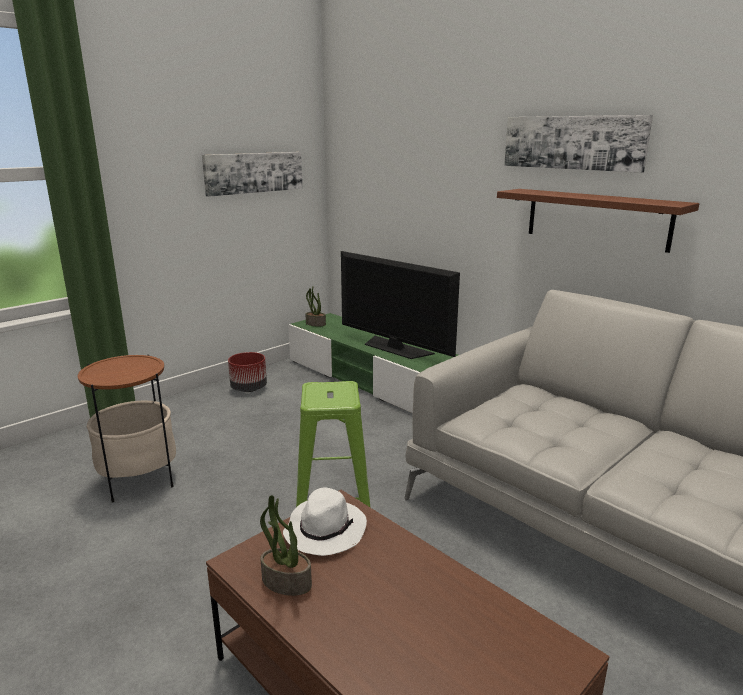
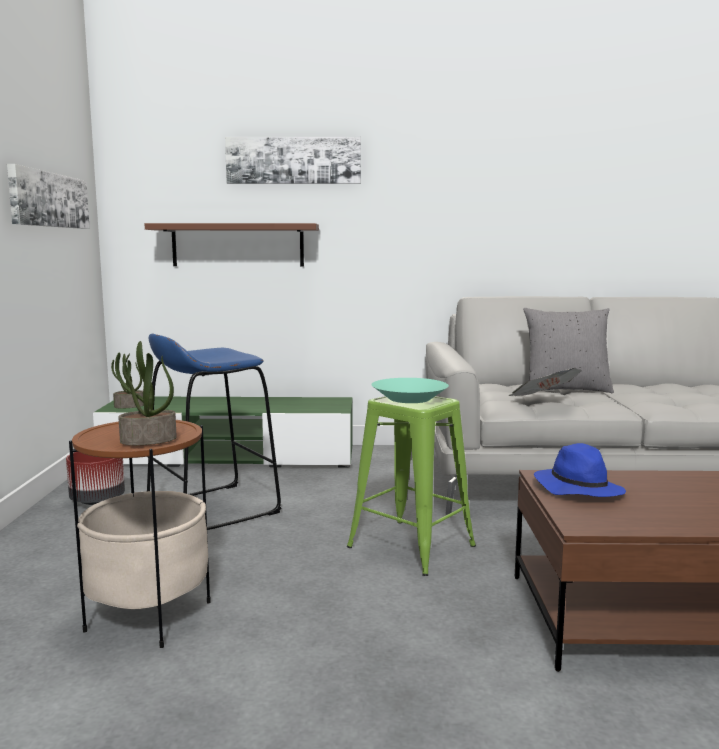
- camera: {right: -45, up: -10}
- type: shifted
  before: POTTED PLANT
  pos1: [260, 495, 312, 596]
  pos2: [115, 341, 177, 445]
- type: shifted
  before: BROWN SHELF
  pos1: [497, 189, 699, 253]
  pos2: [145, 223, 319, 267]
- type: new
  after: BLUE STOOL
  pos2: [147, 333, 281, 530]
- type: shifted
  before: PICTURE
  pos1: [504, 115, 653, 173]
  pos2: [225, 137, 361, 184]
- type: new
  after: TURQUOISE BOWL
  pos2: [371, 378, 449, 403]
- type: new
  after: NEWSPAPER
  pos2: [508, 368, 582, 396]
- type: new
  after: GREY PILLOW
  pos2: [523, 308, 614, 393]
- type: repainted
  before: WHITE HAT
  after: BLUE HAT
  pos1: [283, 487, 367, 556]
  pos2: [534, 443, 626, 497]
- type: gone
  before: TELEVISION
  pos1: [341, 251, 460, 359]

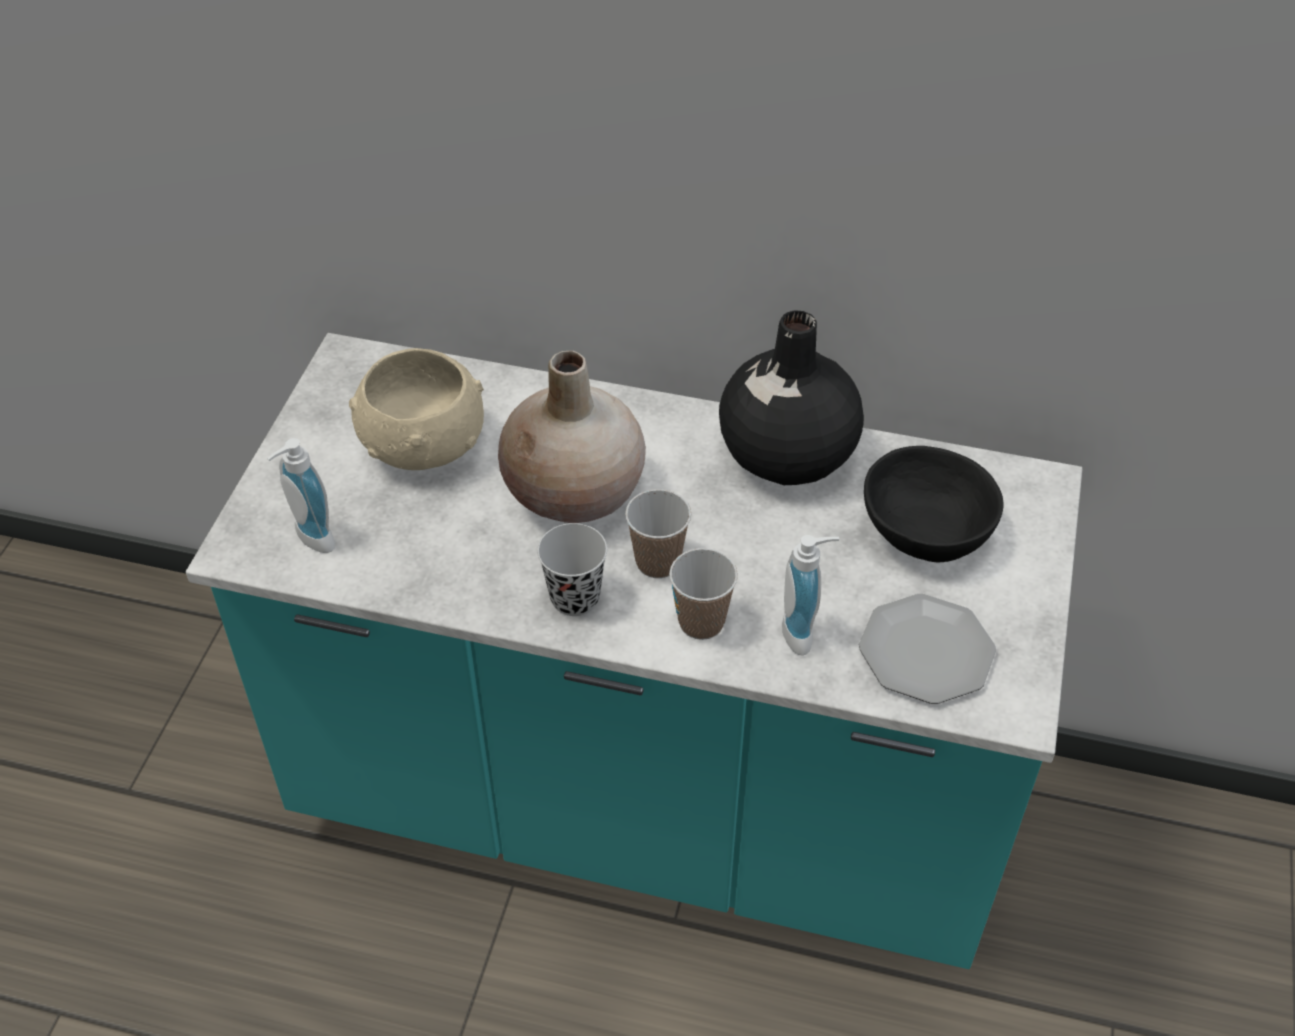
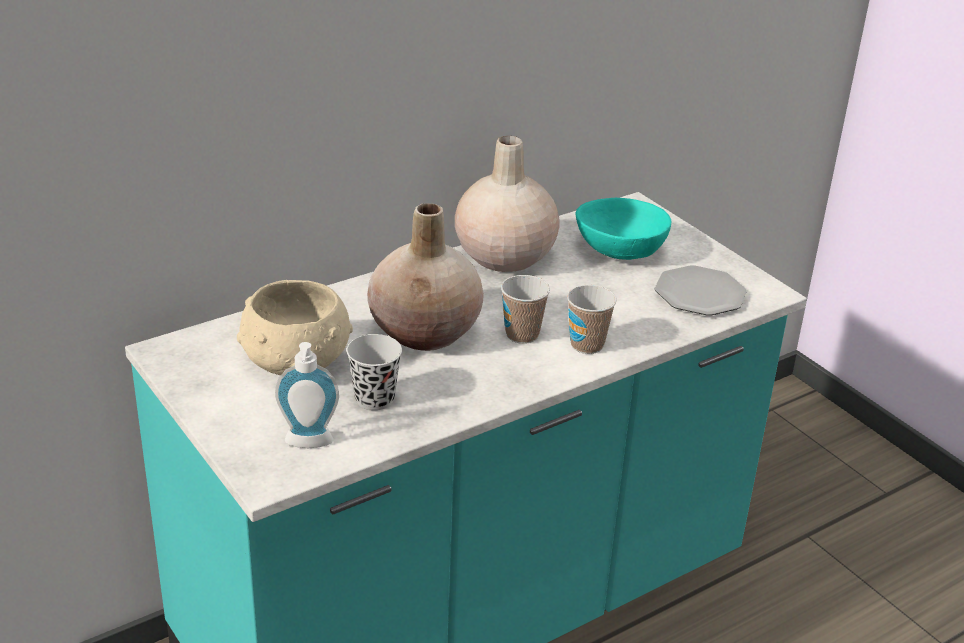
- camera: {right: -50, up: -15}
- type: shifted
  before: BLACK CUP
  pos1: [537, 523, 607, 616]
  pos2: [347, 334, 402, 410]
- type: repainted
  before: BLACK VASE
  after: BEIGE VASE
  pos1: [719, 310, 864, 485]
  pos2: [455, 136, 559, 272]
- type: repainted
  before: BLACK BOWL
  after: TURQUOISE BOWL
  pos1: [864, 446, 1004, 562]
  pos2: [576, 198, 671, 260]
- type: gone
  before: SOAP DISPENSER
  pos1: [782, 535, 839, 656]

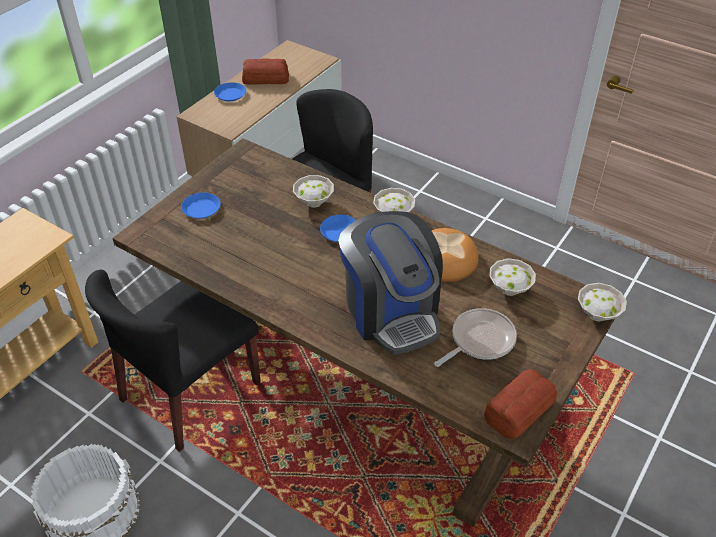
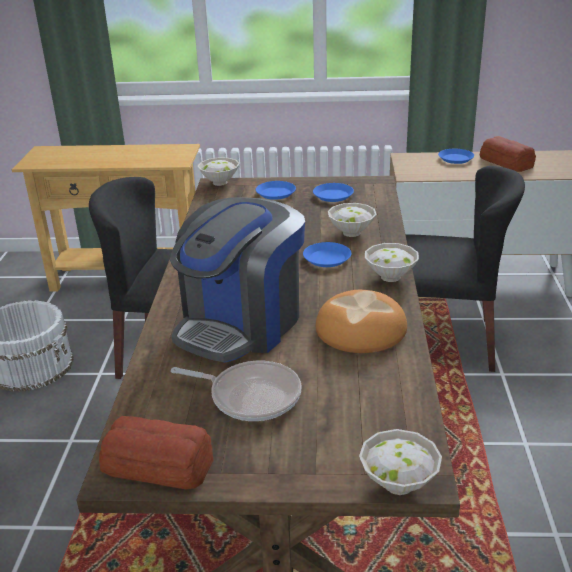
- camera: {right: 60, up: -15}
- type: shifted
  before: WHITE BOWL
  pos1: [489, 258, 536, 296]
  pos2: [198, 157, 240, 186]
- type: new
  after: BLUE PLATE
  pos2: [313, 183, 354, 202]

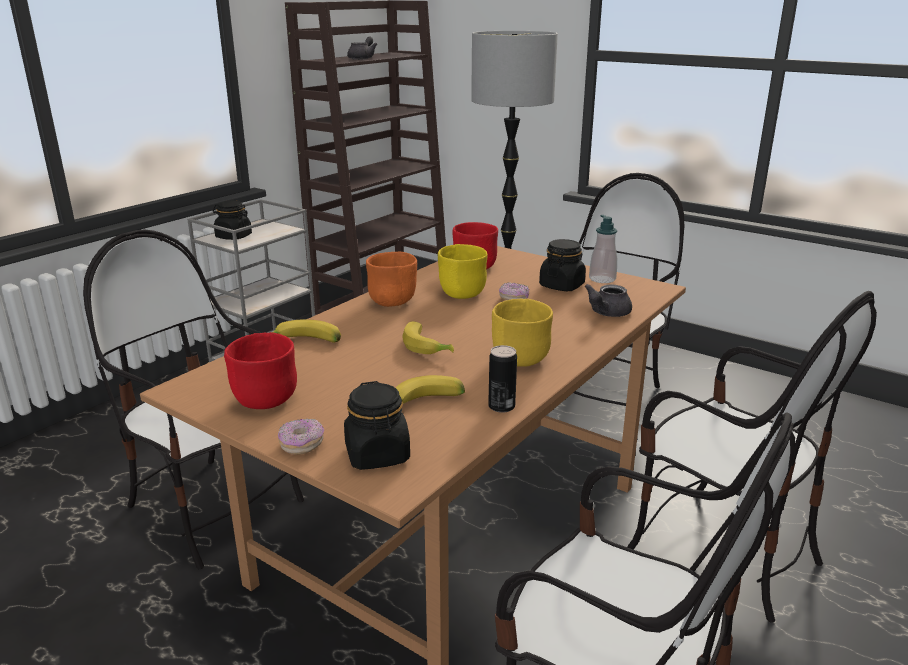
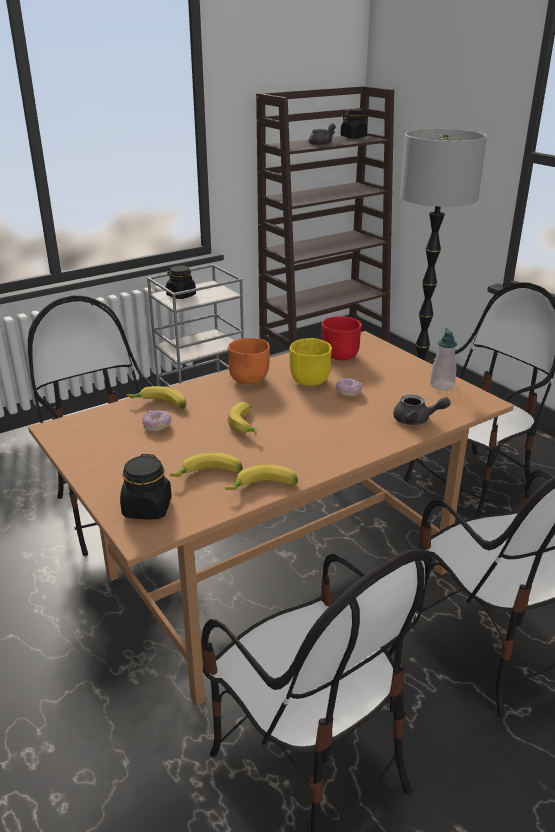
- camera: {right: 20, up: 5}
- type: shifted
  before: DONUT
  pos1: [278, 419, 324, 455]
  pos2: [142, 410, 171, 432]
- type: swapped
  before: CAN
  after: BANANA
  pos1: [488, 345, 517, 413]
  pos2: [225, 464, 298, 490]
- type: shifted
  before: BLACK JAR
  pos1: [539, 239, 586, 291]
  pos2: [340, 109, 368, 138]
- type: rotated
  before: GREY TEAPOT
  pos1: [584, 284, 632, 317]
  pos2: [393, 395, 451, 425]
  turn: -135
- type: gone
  before: RED BOWL
  pos1: [224, 332, 297, 409]
- type: gone
  before: YELLOW BOWL
  pos1: [492, 299, 553, 367]

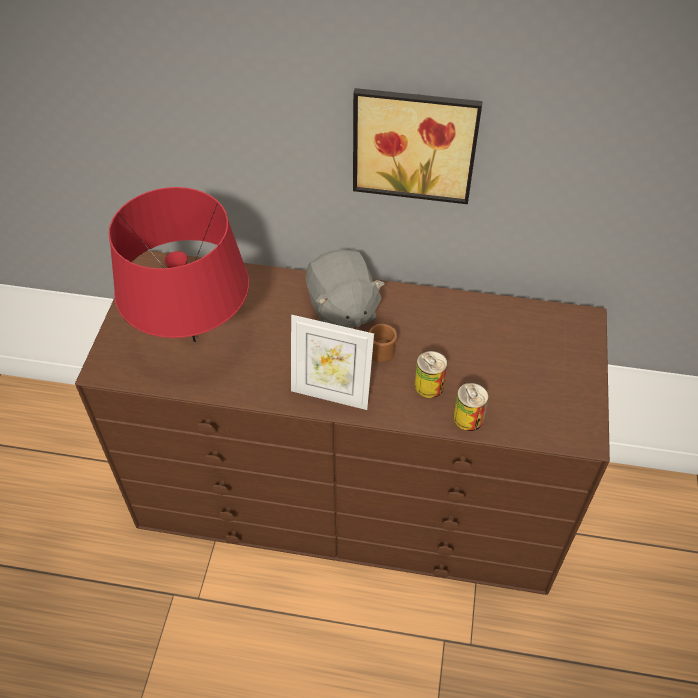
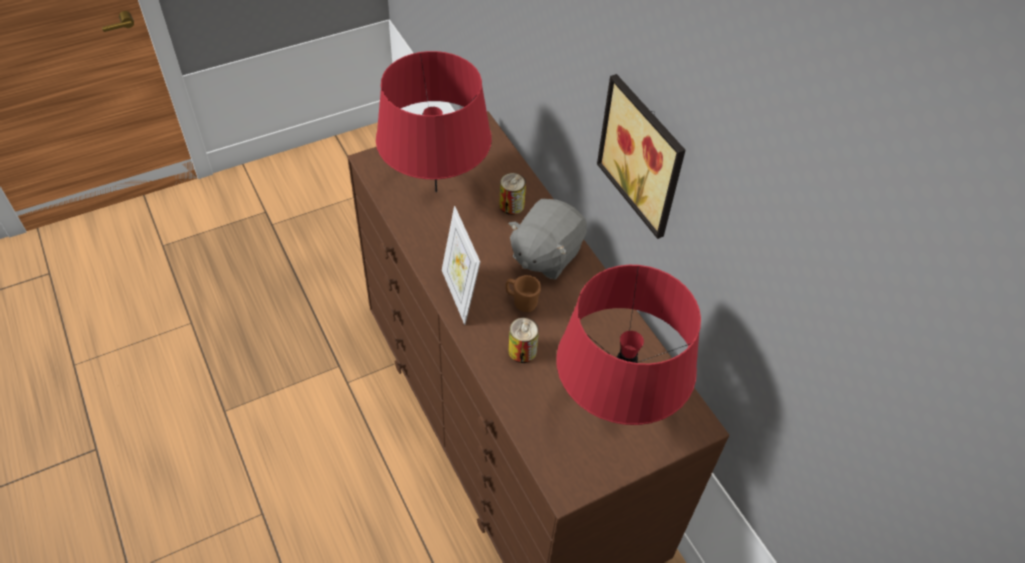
- camera: {right: 50, up: 0}
- type: shifted
  before: CAN
  pos1: [453, 382, 489, 431]
  pos2: [499, 173, 526, 215]
- type: new
  after: RED TABLE LAMP
  pos2: [556, 265, 701, 425]

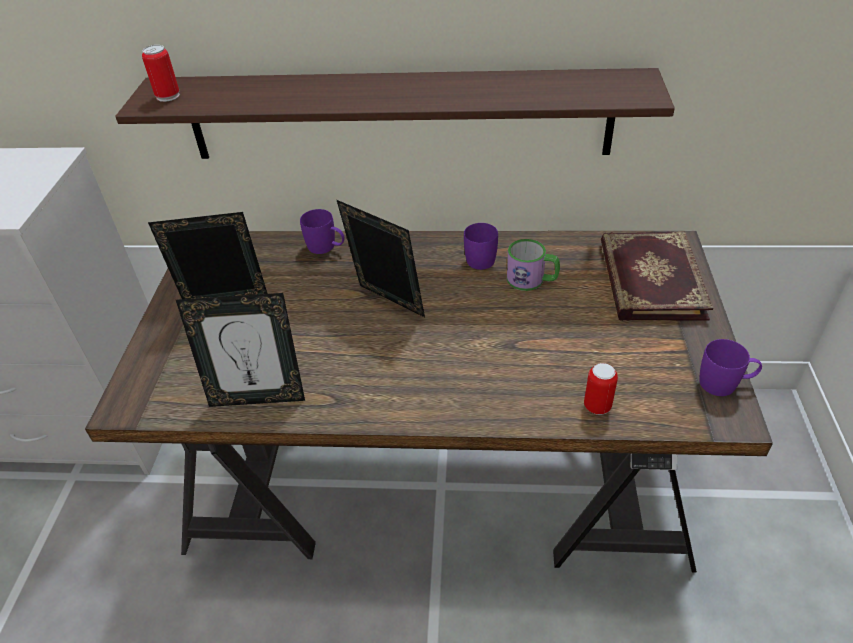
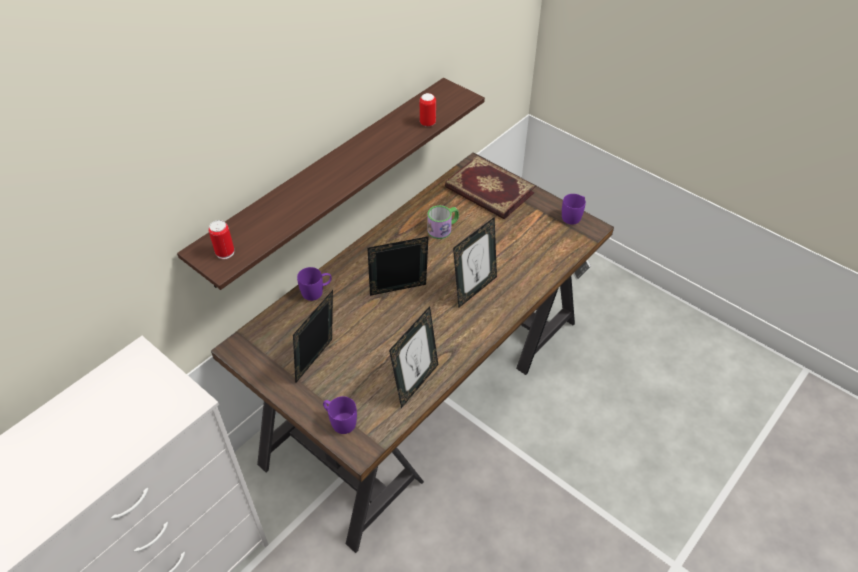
- camera: {right: -55, up: 5}
- type: shifted
  before: PURPLE MUG
  pos1: [464, 223, 498, 270]
  pos2: [323, 396, 357, 434]
- type: shifted
  before: CAN
  pos1: [584, 363, 618, 415]
  pos2: [420, 93, 436, 127]
- type: new
  after: PICTURE FRAME
  pos2: [453, 217, 497, 308]

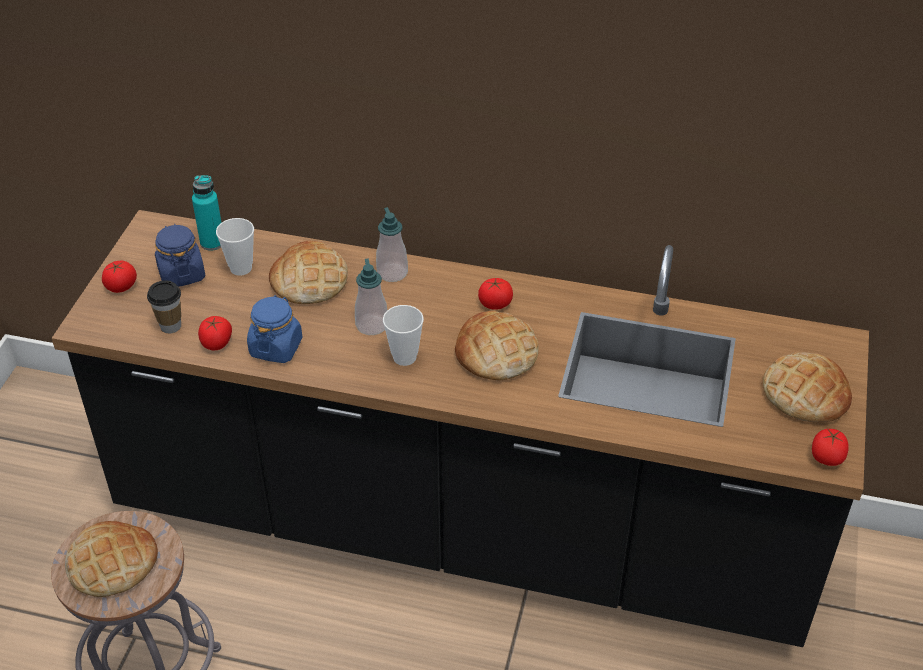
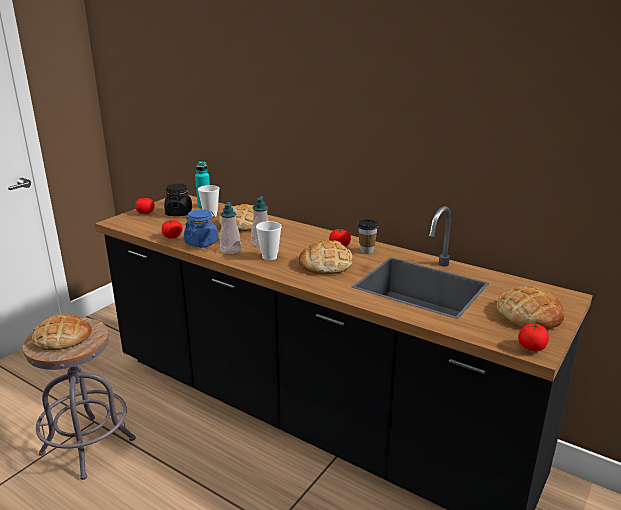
- camera: {right: 20, up: -20}
- type: repainted
  before: BLUE JAR
  after: BLACK JAR
  pos1: [155, 224, 205, 287]
  pos2: [164, 183, 192, 216]
- type: shifted
  before: SOAP DISPENSER
  pos1: [376, 207, 408, 282]
  pos2: [220, 202, 241, 254]
- type: shifted
  before: CUP
  pos1: [147, 280, 181, 333]
  pos2: [358, 219, 379, 254]

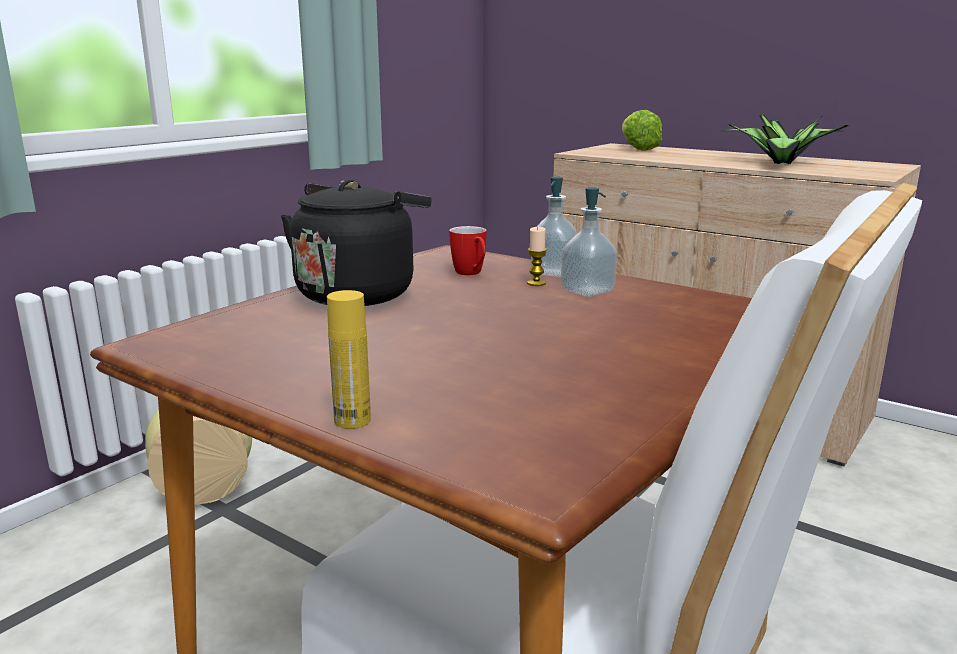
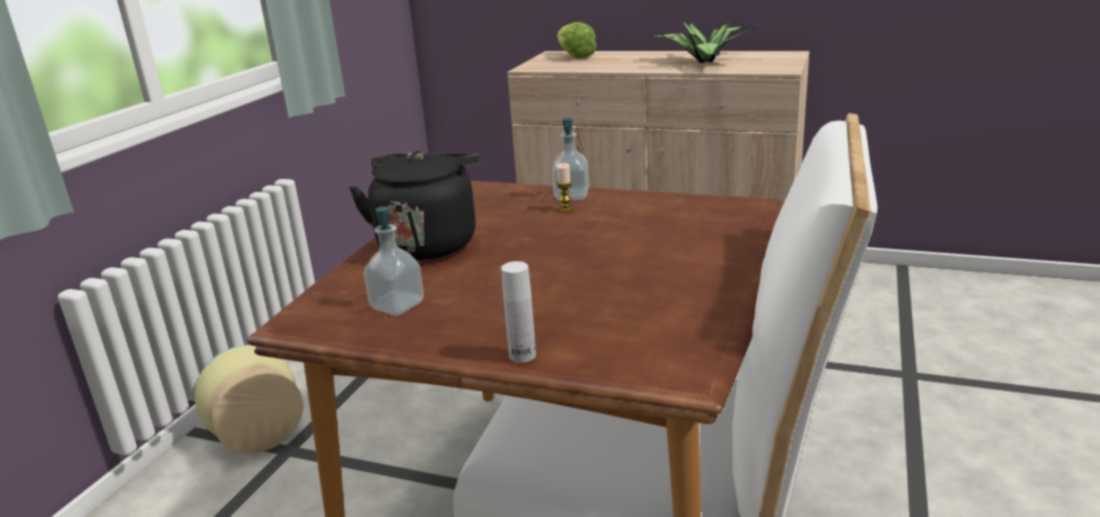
- camera: {right: -15, up: 5}
- type: shifted
  before: SOAP DISPENSER
  pos1: [561, 187, 617, 297]
  pos2: [364, 206, 424, 316]
- type: repainted
  before: YELLOW BOTTLE
  after: WHITE BOTTLE
  pos1: [327, 290, 371, 429]
  pos2: [501, 261, 536, 363]
- type: gone
  before: MUG
  pos1: [449, 226, 487, 275]

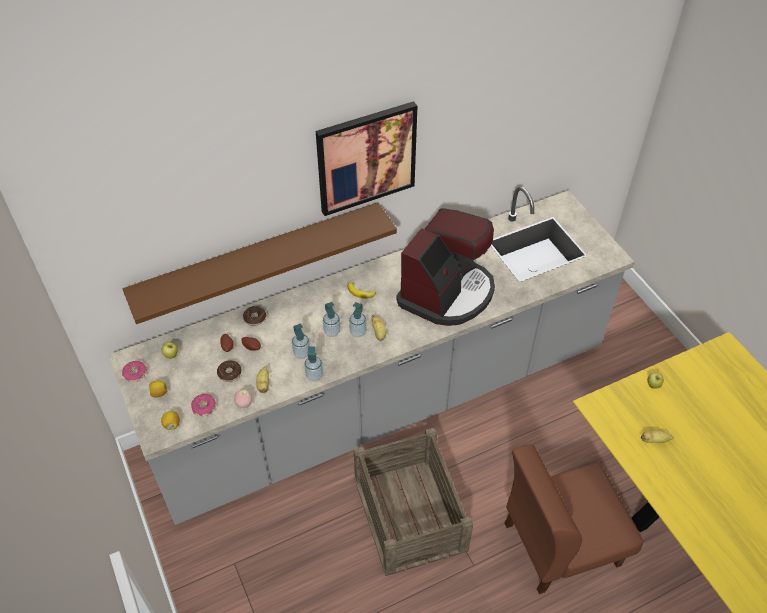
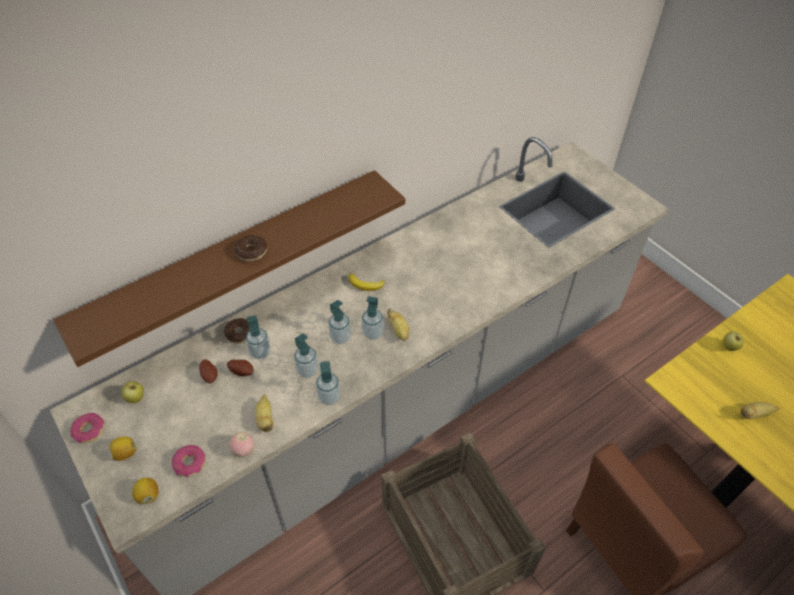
- camera: {right: -10, up: 0}
- type: shifted
  before: DONUT
  pos1: [217, 360, 242, 382]
  pos2: [234, 235, 267, 261]
- type: new
  after: SOAP DISPENSER
  pos2: [246, 315, 271, 359]
- type: gone
  before: PICTURE
  pos1: [316, 101, 417, 216]
- type: gone
  before: COFFEE MACHINE
  pos1: [396, 208, 495, 326]

